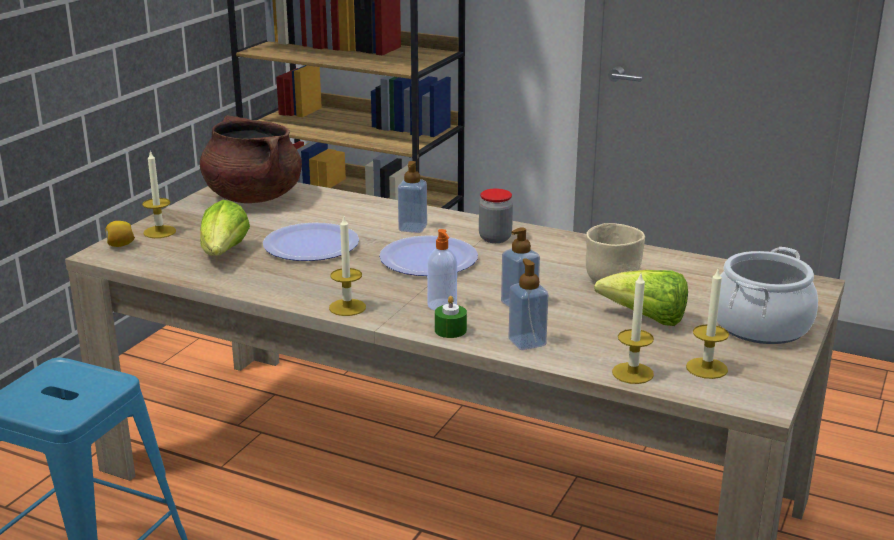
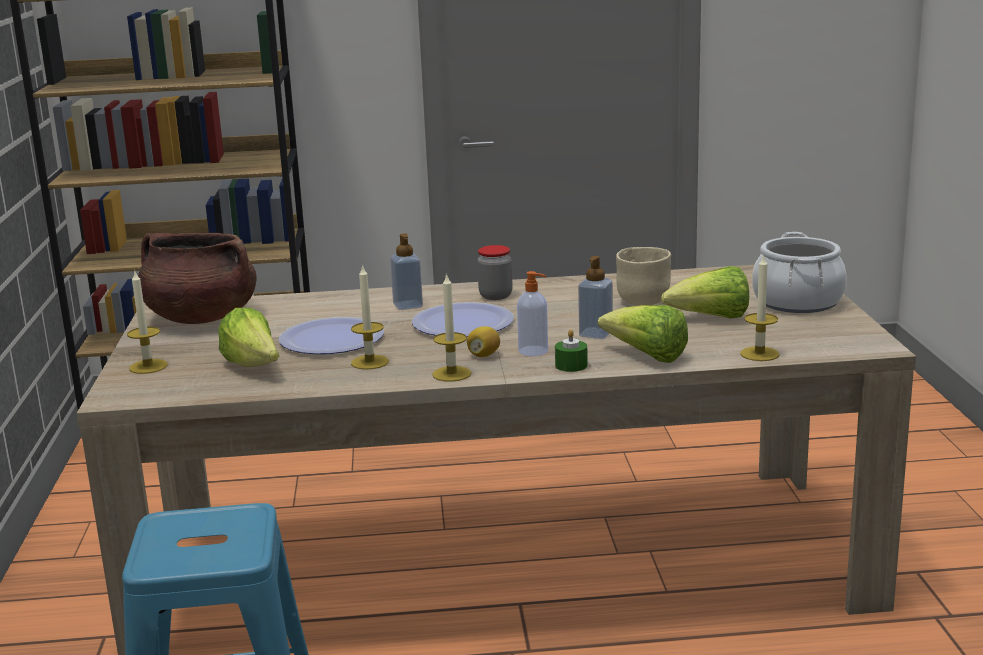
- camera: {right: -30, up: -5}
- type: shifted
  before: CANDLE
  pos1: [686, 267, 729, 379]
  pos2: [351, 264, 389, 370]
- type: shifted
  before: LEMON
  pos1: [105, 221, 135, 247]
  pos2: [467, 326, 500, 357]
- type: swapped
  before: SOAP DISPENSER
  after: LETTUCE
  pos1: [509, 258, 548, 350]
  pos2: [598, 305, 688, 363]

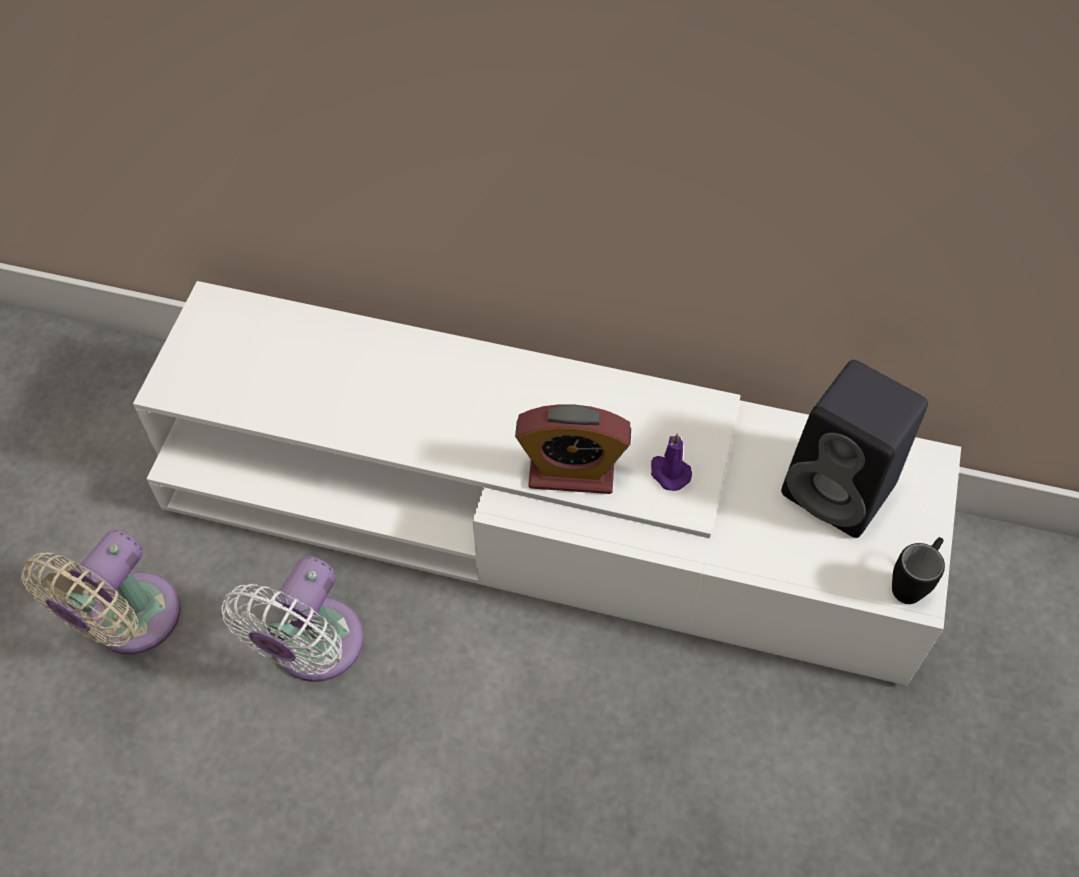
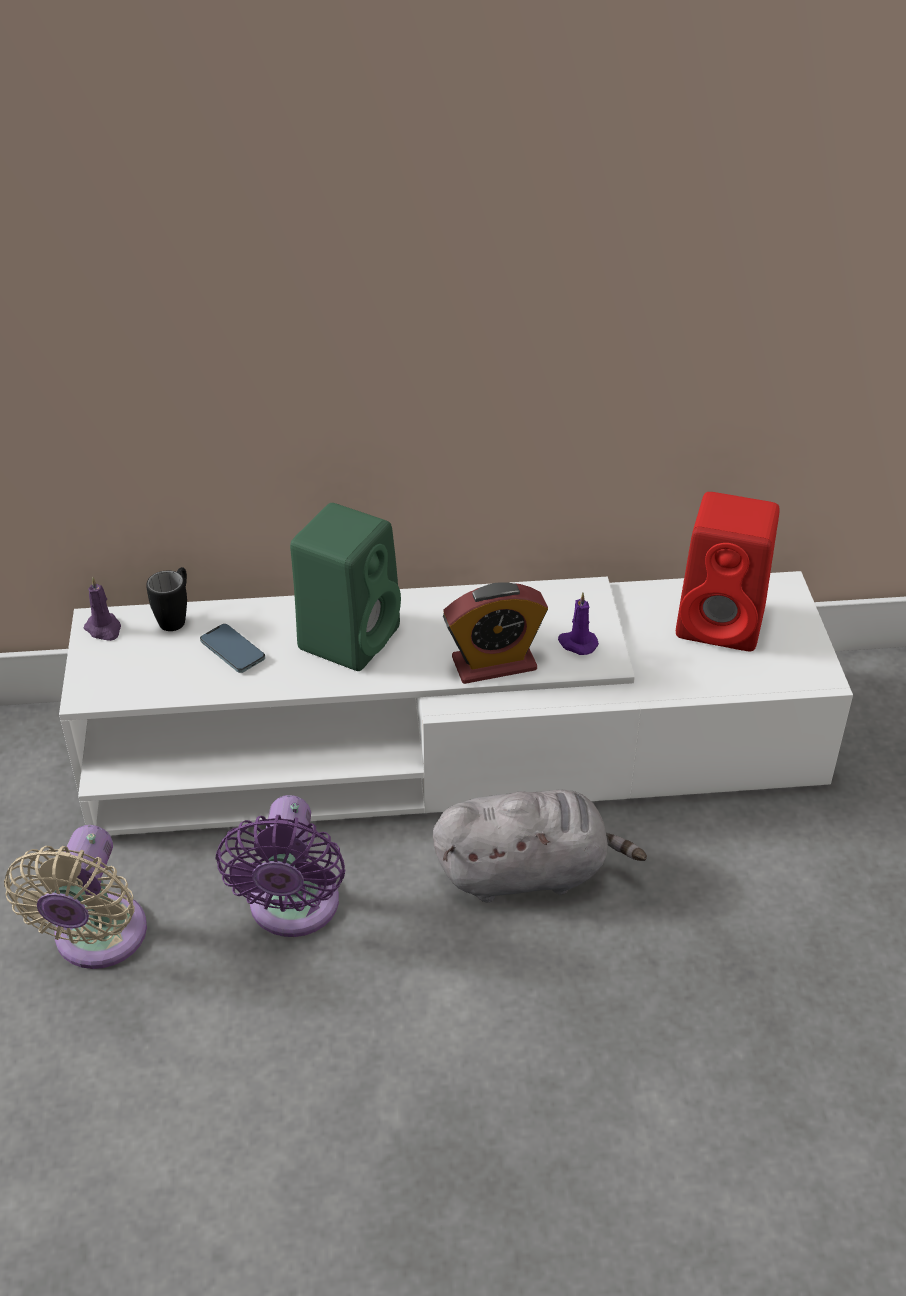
- camera: {right: -20, up: -15}
- type: new
  after: PURPLE CANDLE
  pos2: [84, 577, 121, 641]
- type: shifted
  before: BLACK MUG
  pos1: [892, 537, 945, 604]
  pos2: [146, 567, 187, 631]
- type: new
  after: PHONE
  pos2: [200, 624, 265, 673]
- type: repainted
  before: WHITE FAN
  after: PURPLE FAN
  pos1: [221, 556, 364, 682]
  pos2: [215, 795, 345, 937]
- type: new
  after: GREEN SPEAKER
  pos2: [290, 503, 401, 671]
- type: new
  after: GREY PLUSH TOY
  pos2: [433, 789, 647, 902]
- type: repainted
  before: BLACK SPEAKER
  after: RED SPEAKER
  pos1: [781, 360, 928, 538]
  pos2: [676, 492, 780, 651]

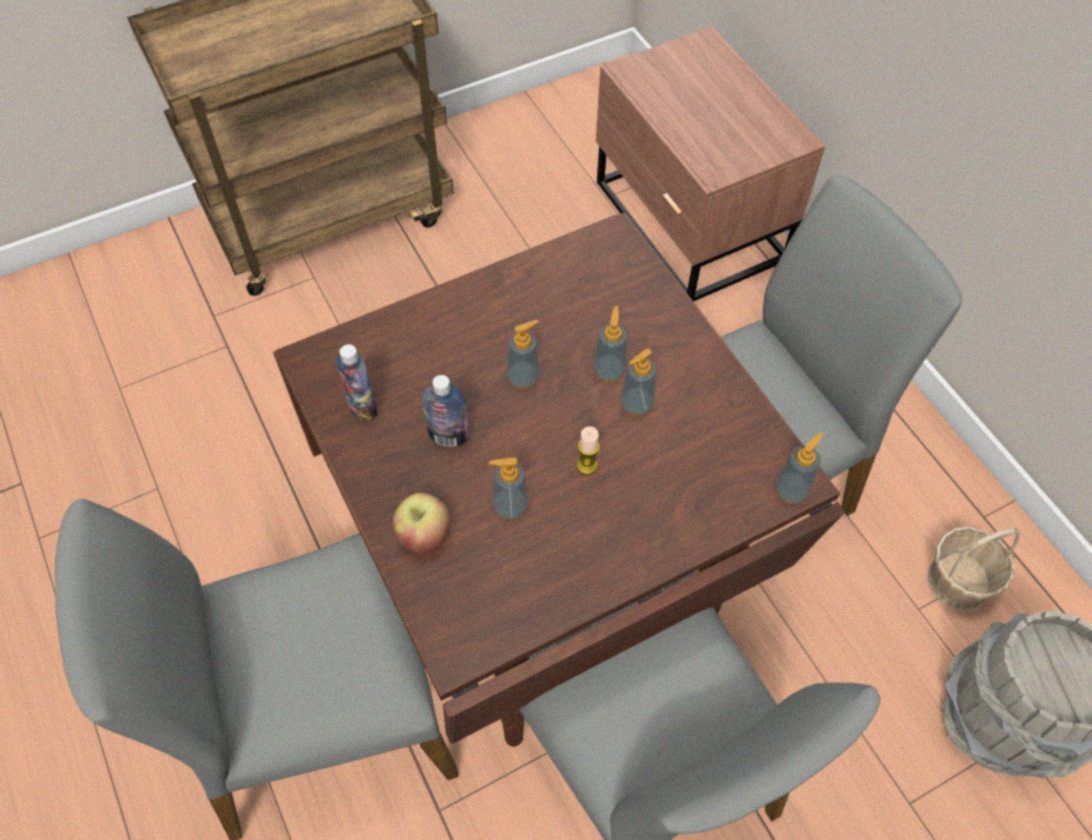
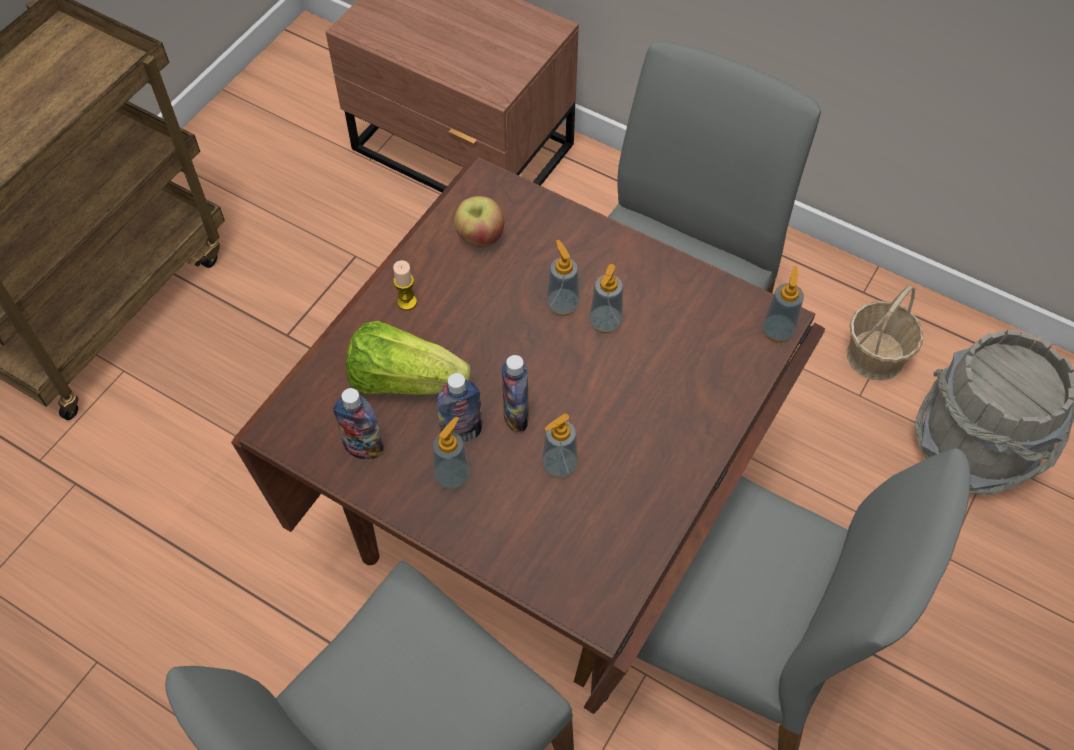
- camera: {right: -30, up: 0}
- type: new
  after: LETTUCE
  pos2: [346, 321, 471, 395]
- type: shifted
  before: CANDLE
  pos1: [577, 426, 600, 475]
  pos2: [393, 260, 417, 310]
- type: shifted
  before: SOAP DISPENSER
  pos1: [507, 320, 540, 389]
  pos2: [432, 417, 470, 490]
- type: shifted
  before: APPLE
  pos1: [393, 493, 450, 553]
  pos2: [454, 196, 504, 247]
- type: new
  after: BOTTLE
  pos2: [502, 355, 529, 432]

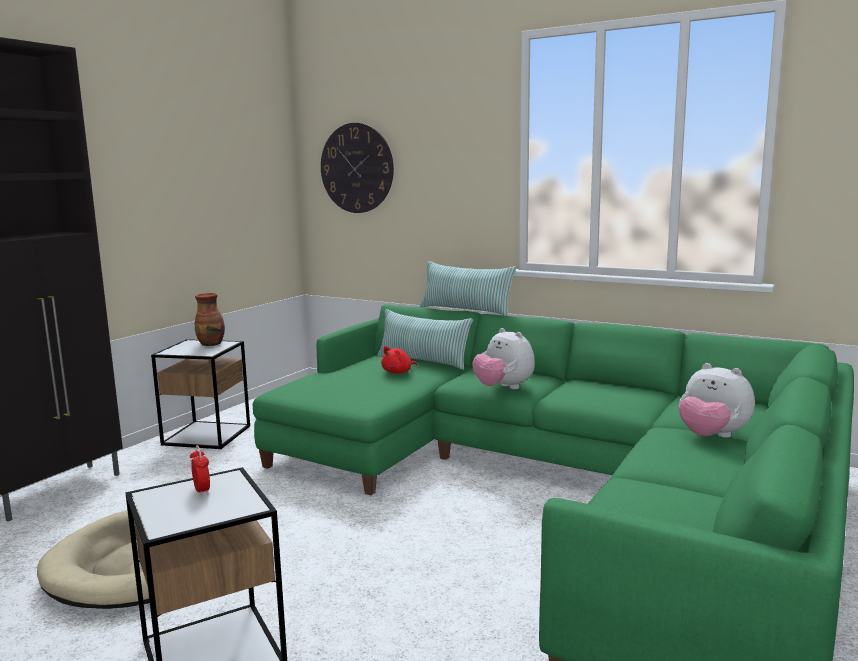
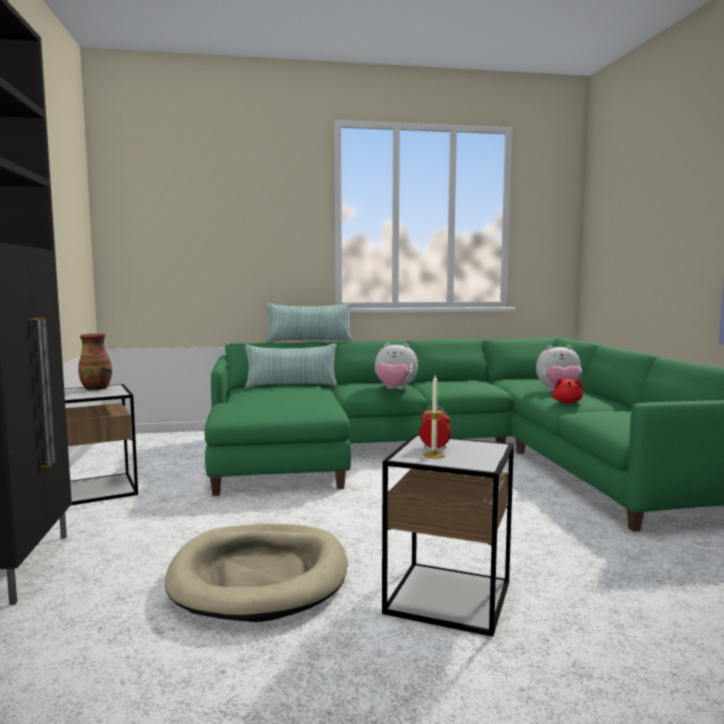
- camera: {right: -40, up: -5}
- type: new
  after: CANDLE
  pos2: [423, 375, 445, 458]
- type: shifted
  before: RED PLUSH TOY
  pos1: [381, 346, 417, 373]
  pos2: [552, 378, 583, 403]
- type: gone
  before: WALL CLOCK
  pos1: [321, 123, 394, 213]

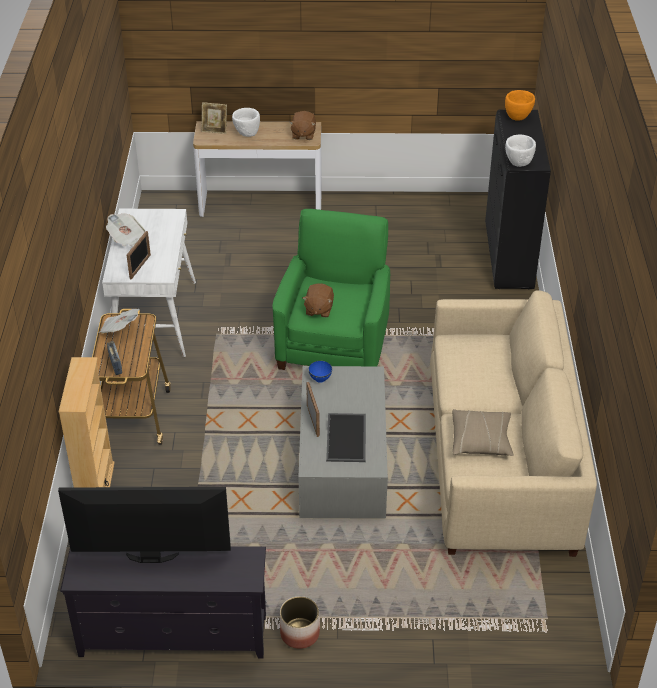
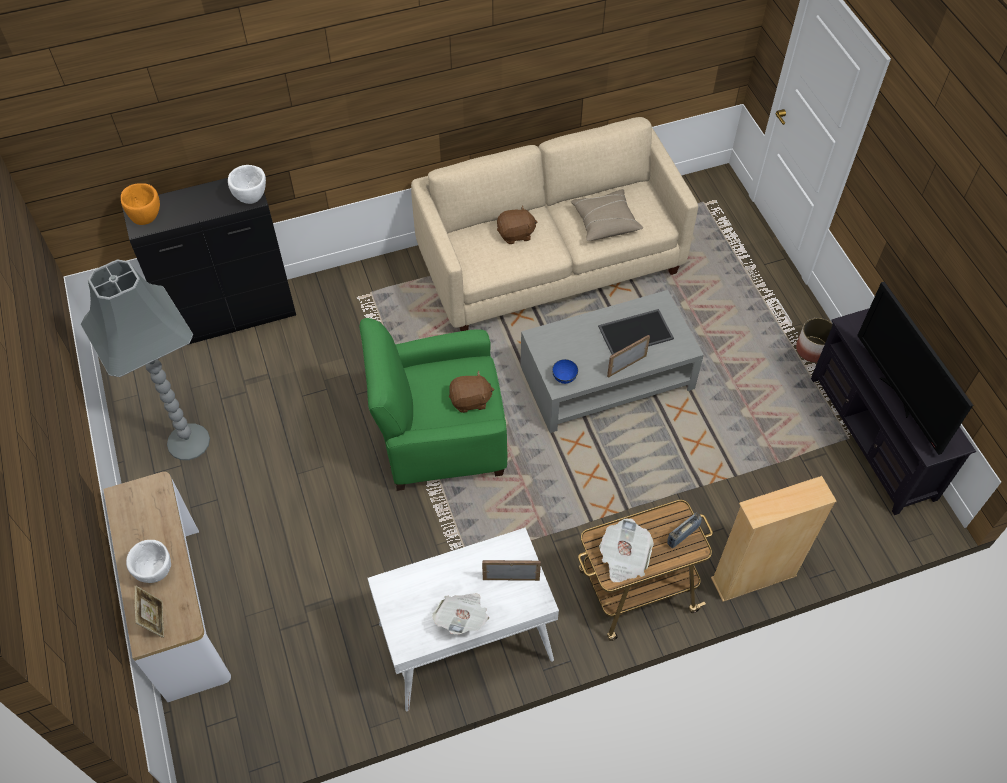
- camera: {right: -110, up: 15}
- type: new
  after: GREY FLOOR LAMP
  pos2: [81, 259, 210, 460]
- type: shifted
  before: BROWN PLUSH TOY
  pos1: [289, 111, 316, 140]
  pos2: [497, 205, 538, 244]

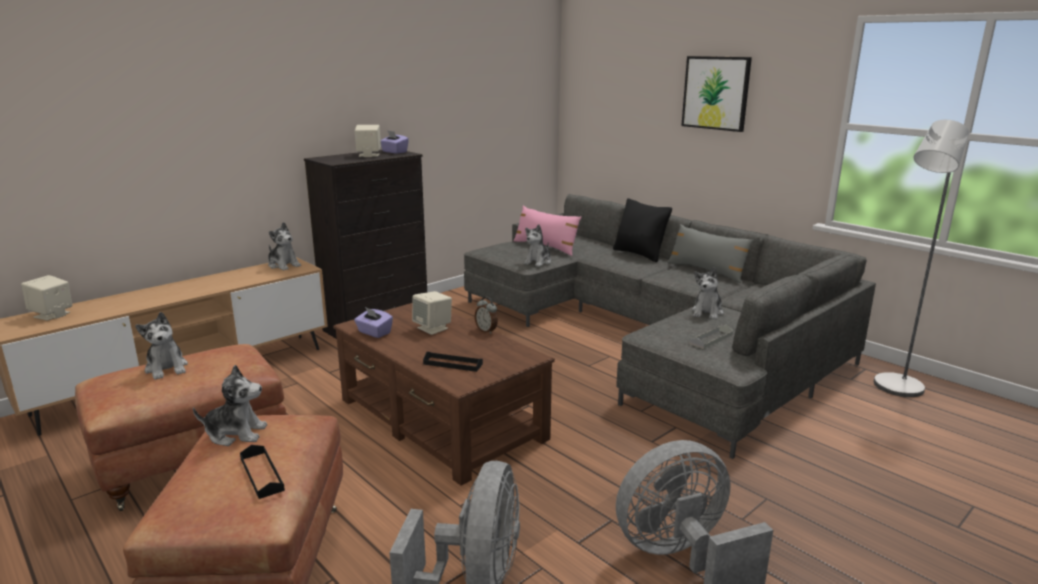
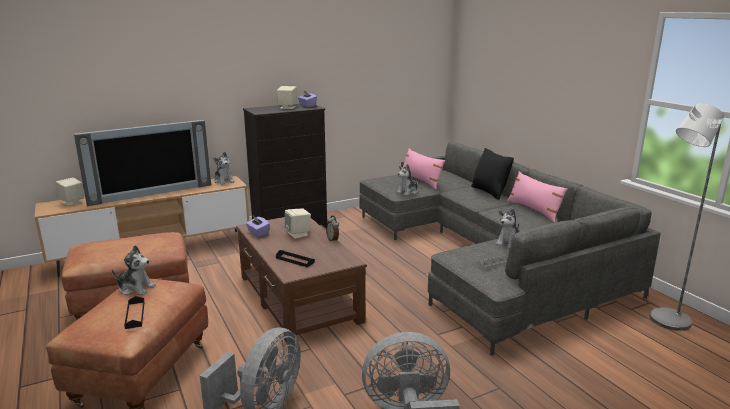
- camera: {right: 15, up: 0}
- type: new
  after: TELEVISION
  pos2: [74, 120, 211, 206]
- type: repainted
  before: GREY PILLOW
  after: PINK PILLOW
  pos1: [667, 224, 754, 283]
  pos2: [507, 171, 568, 222]
- type: gone
  before: PLUSH TOY
  pos1: [135, 312, 188, 380]
- type: gone
  before: PICTURE
  pos1: [681, 56, 752, 132]

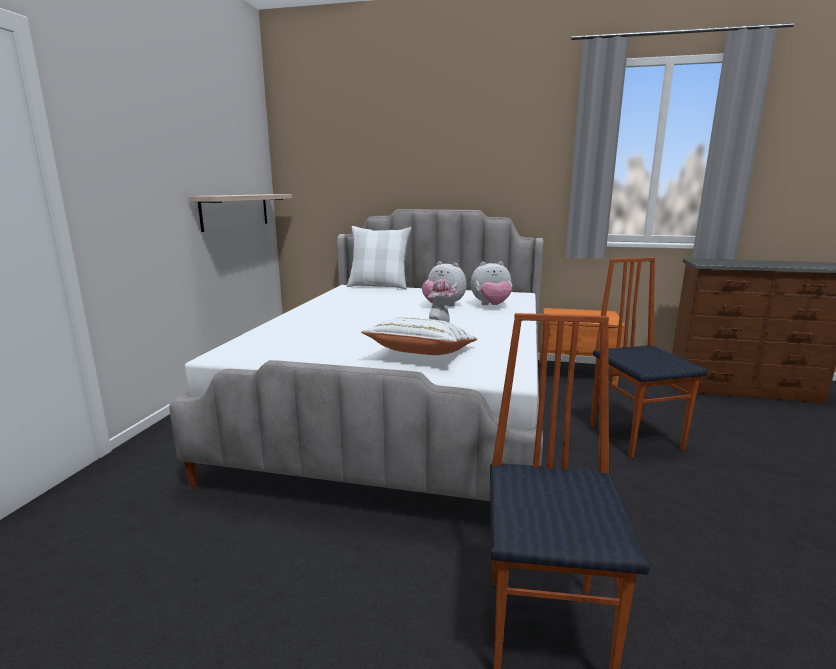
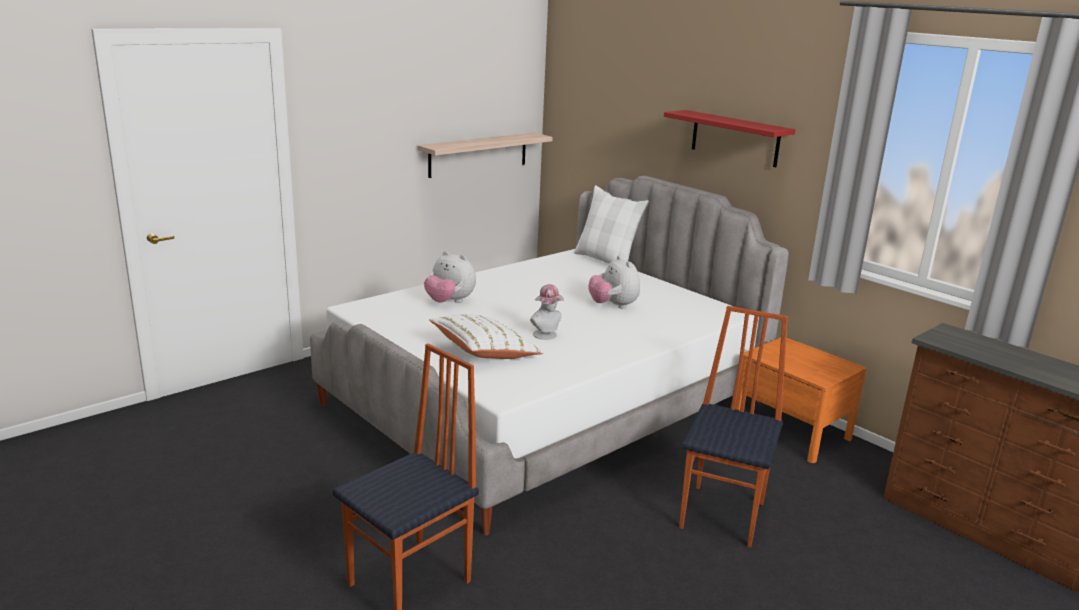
- camera: {right: 35, up: 5}
- type: shifted
  before: PLUSH TOY
  pos1: [471, 261, 512, 305]
  pos2: [424, 251, 476, 303]
- type: new
  after: RED SHELF
  pos2: [664, 110, 795, 167]

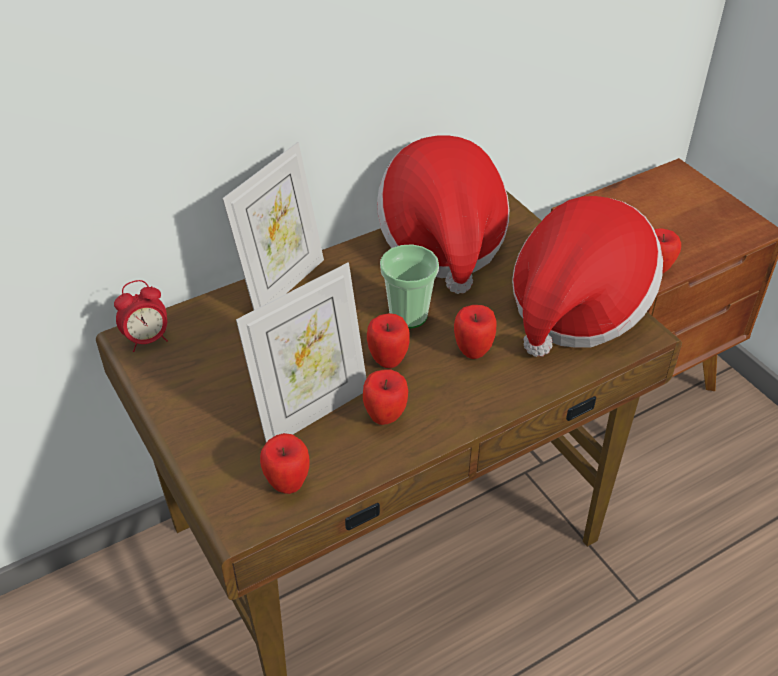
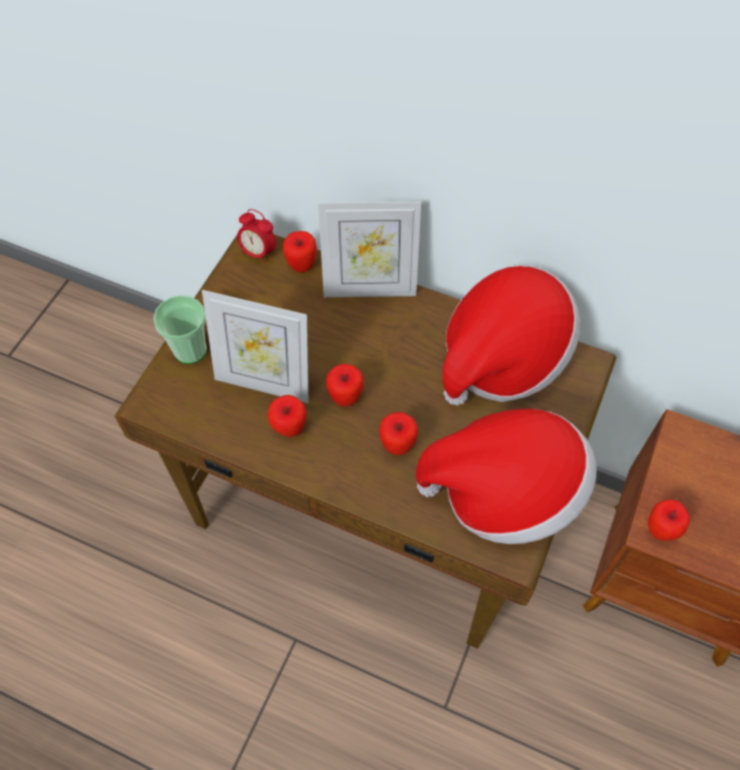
- camera: {right: 55, up: 15}
- type: shifted
  before: CUP
  pos1: [380, 244, 439, 329]
  pos2: [153, 295, 207, 364]
- type: shifted
  before: APPLE
  pos1: [260, 433, 310, 494]
  pos2: [283, 231, 317, 273]

